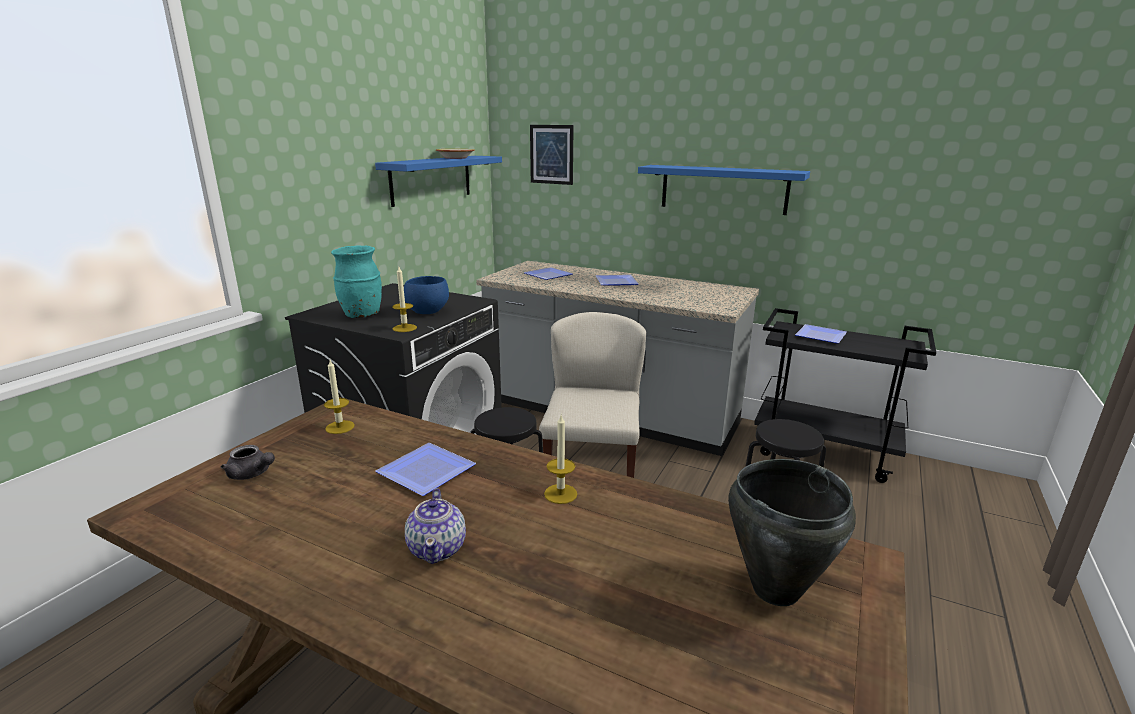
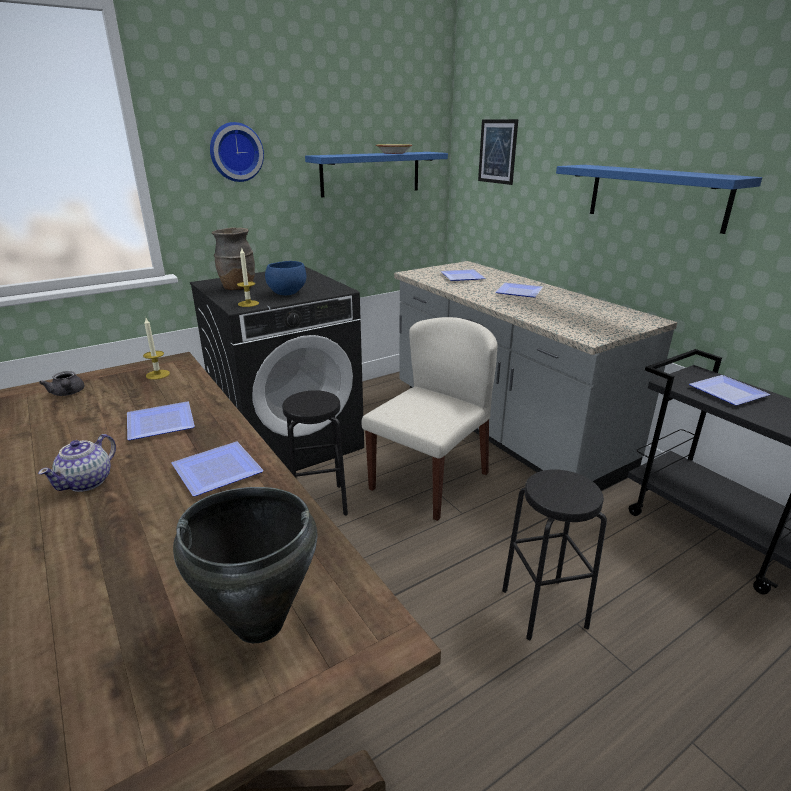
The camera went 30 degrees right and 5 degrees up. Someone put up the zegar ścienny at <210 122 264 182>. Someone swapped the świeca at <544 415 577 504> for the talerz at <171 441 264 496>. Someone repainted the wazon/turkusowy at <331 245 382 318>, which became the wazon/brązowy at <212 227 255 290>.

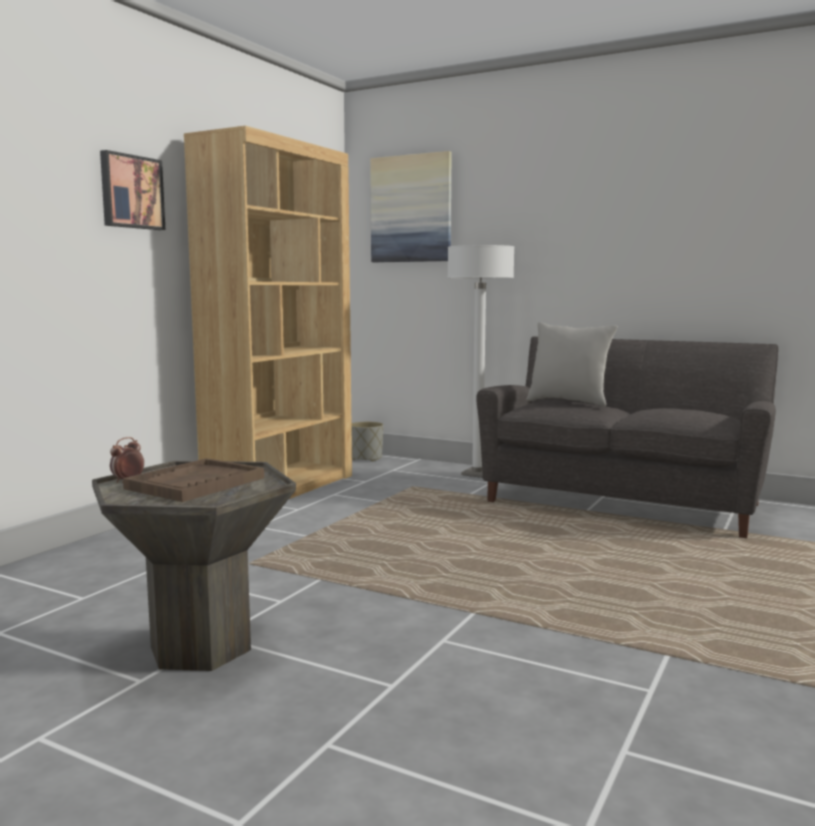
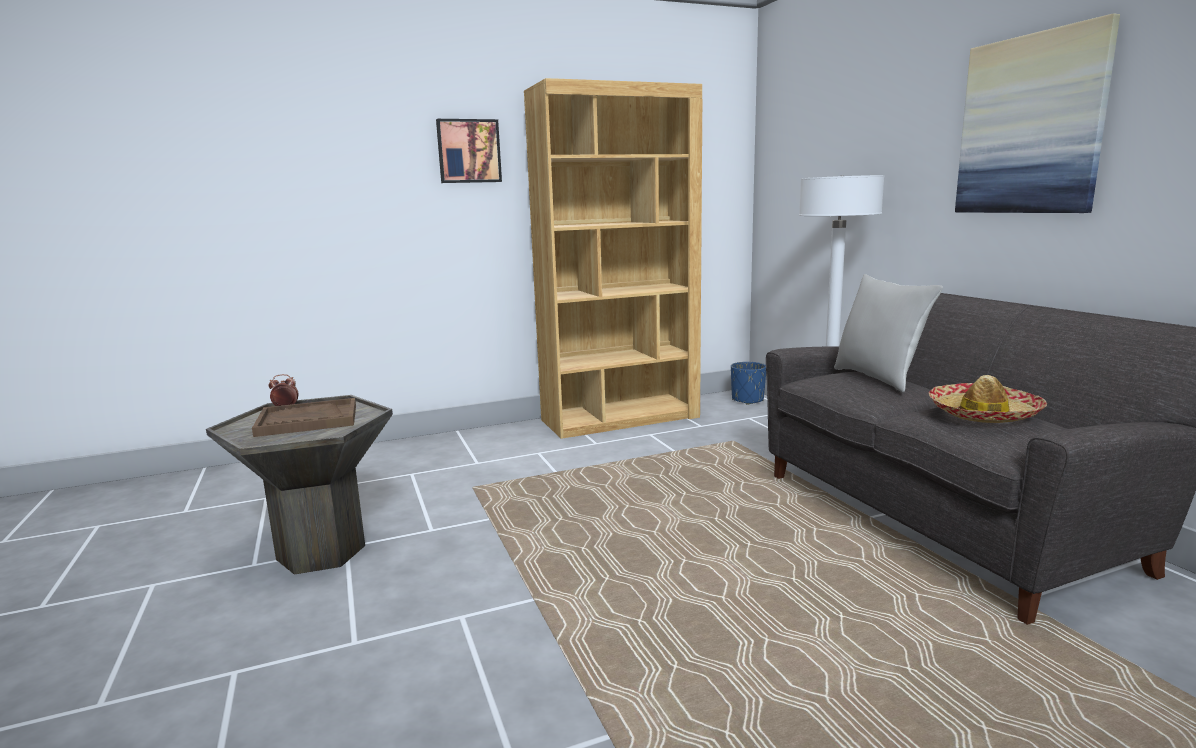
The camera went 40 degrees right and 5 degrees up. Someone put down the kapelusz at <929 375 1047 423>. Someone carried the obraz from <370 151 451 262> to <955 13 1120 213>. Someone repainted the donica/szary at <351 422 384 461>, which became the donica/niebieski at <731 362 766 405>.

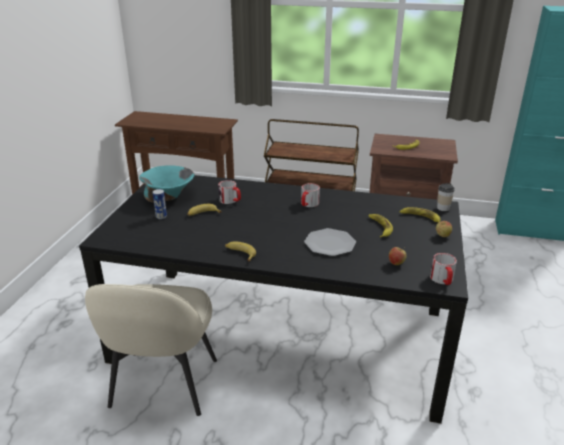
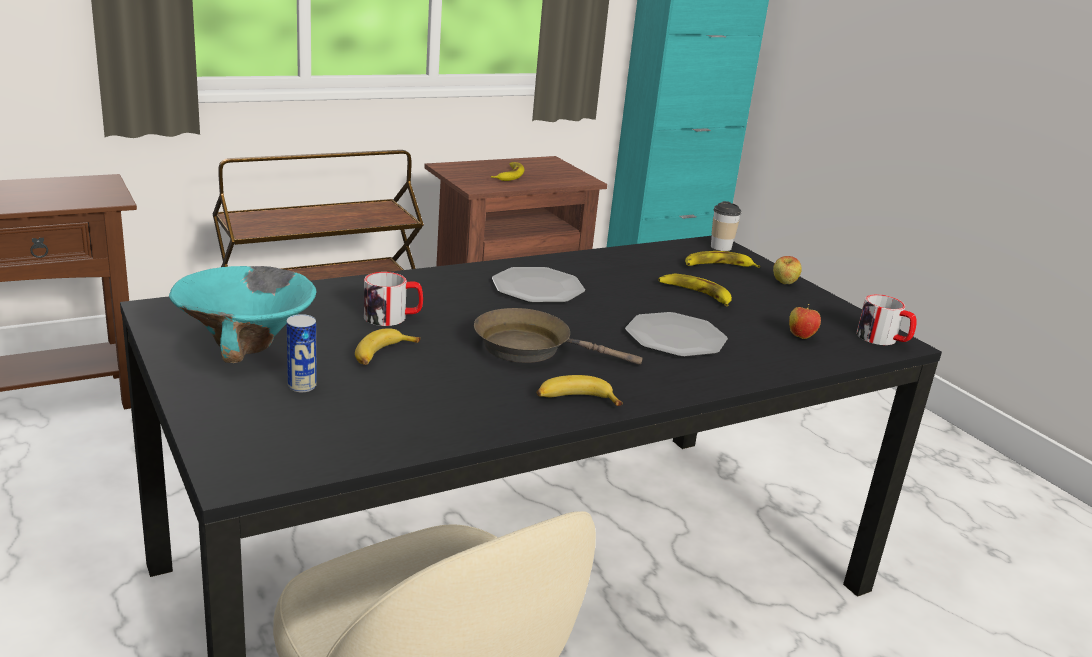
The camera went 45 degrees left and 5 degrees down. Someone put down the patelnia/brązowy at <474 308 643 365>. Someone swapped the kubek at <301 183 320 207> for the talerz at <492 267 585 303>.

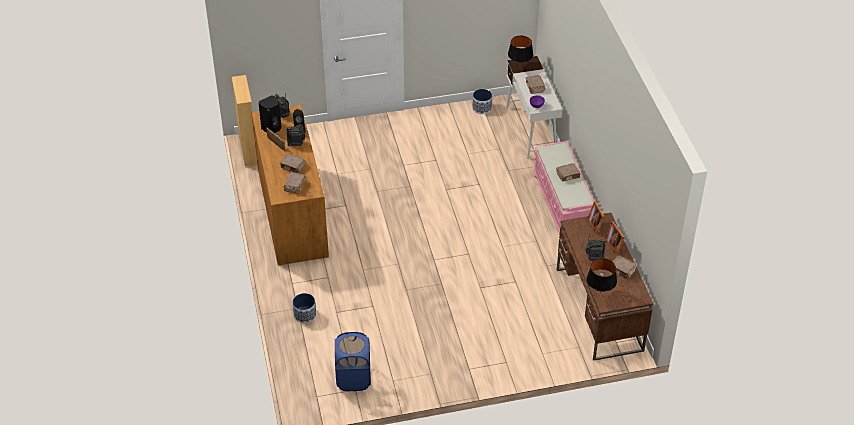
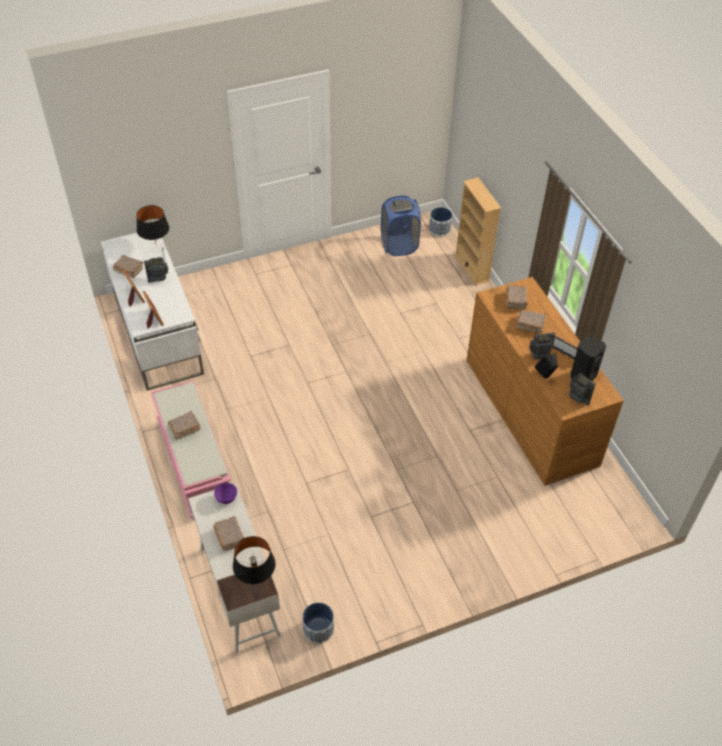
The camera went 170 degrees right and 5 degrees up. Someone carried the regał/beżowy from <232 75 258 168> to <454 178 501 285>. Someone carried the donica from <293 293 316 323> to <429 207 452 237>. Someone repainted the biurko/brązowy at <557 213 653 361>, which became the biurko/biały at <101 233 204 391>.

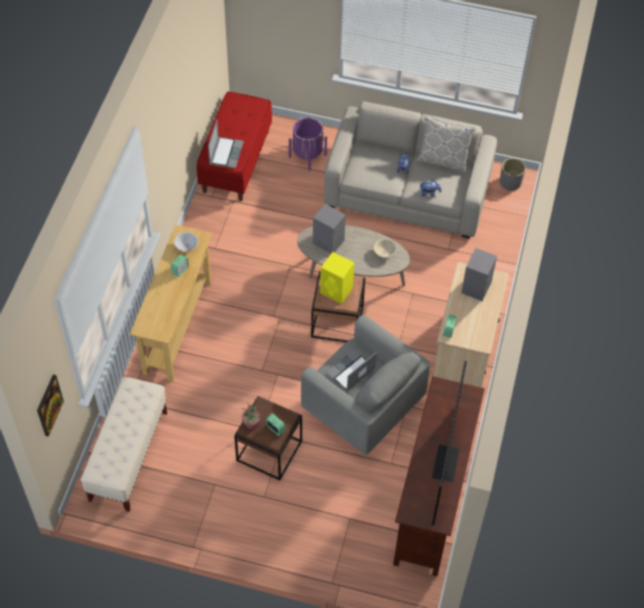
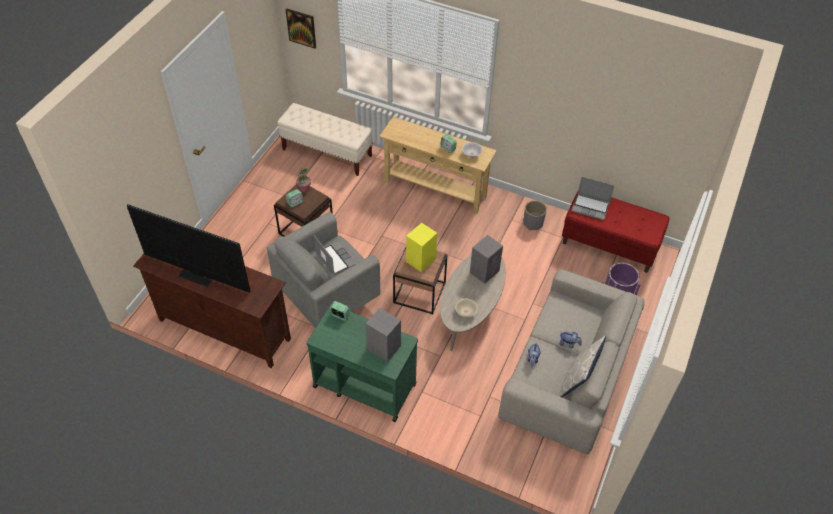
The camera went 100 degrees right and 5 degrees down. Someone carried the donica/szary from <500 158 526 191> to <523 200 547 230>. Someone repainted the wózek/beżowy at <433 262 509 388>, which became the wózek/zielony at <306 304 418 422>.

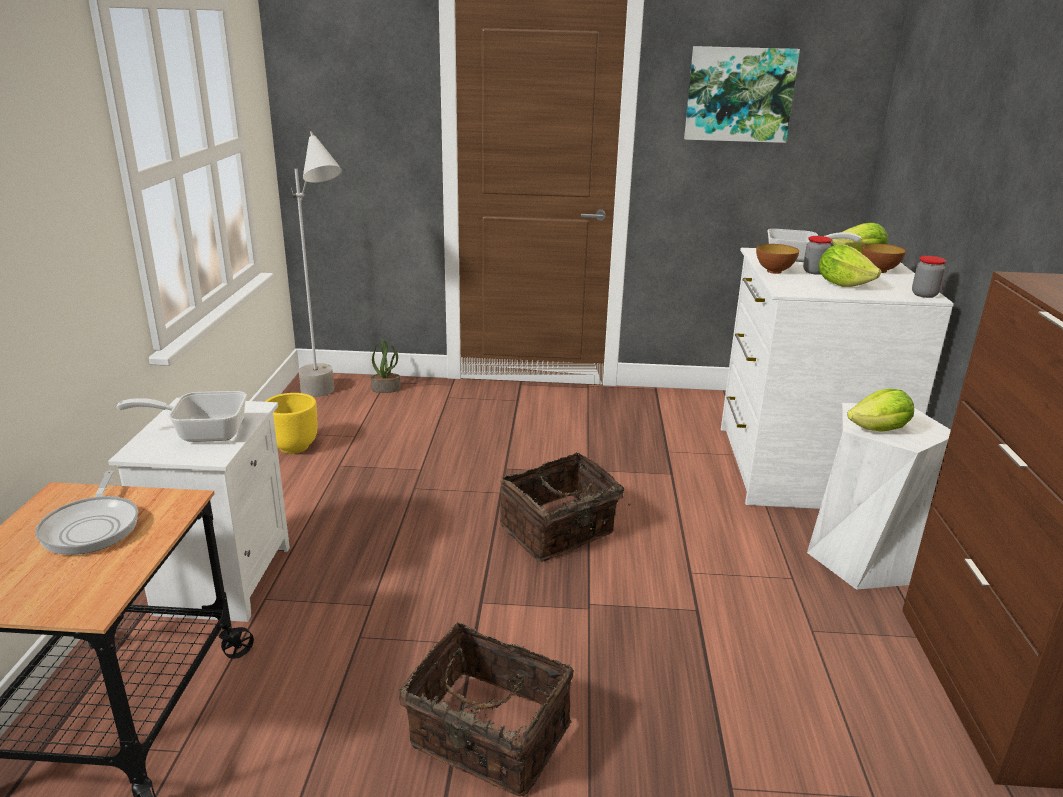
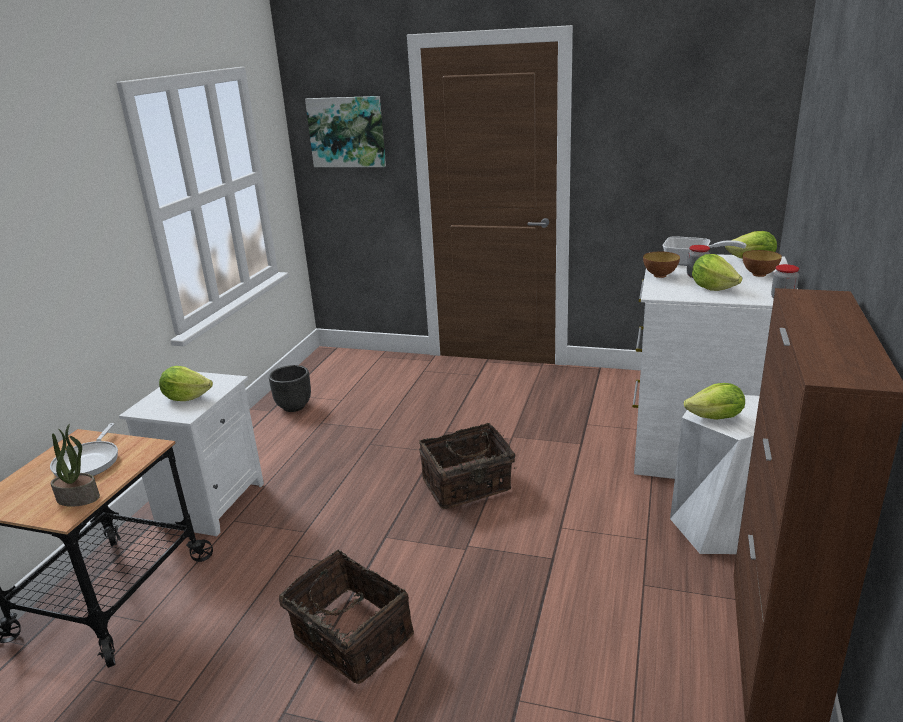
The camera went 15 degrees right and 0 degrees up. Someone took away the lampa stojąca/szary at <291 131 342 397>. Someone carried the roślina doniczkowa from <371 339 401 393> to <51 424 100 507>. Someone carried the obraz from <684 46 800 143> to <305 96 386 167>. Someone swapped the patelnia at <117 391 247 442> for the sałata at <159 366 213 401>. Someone repainted the donica/żółty at <265 393 317 454>, which became the donica/czarny at <269 365 311 412>.

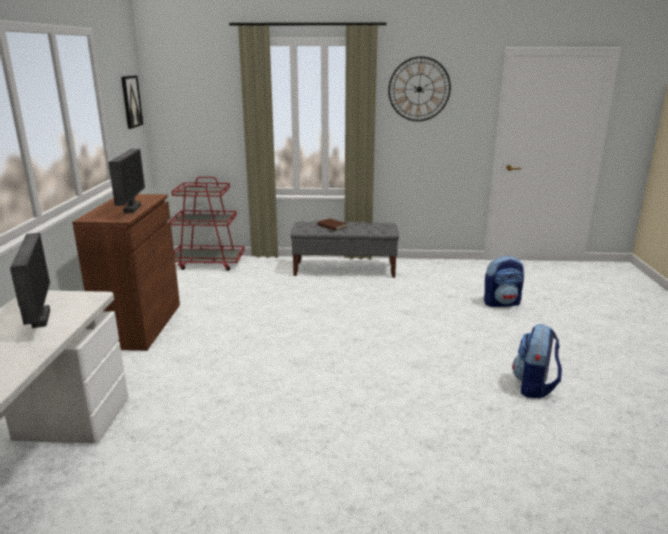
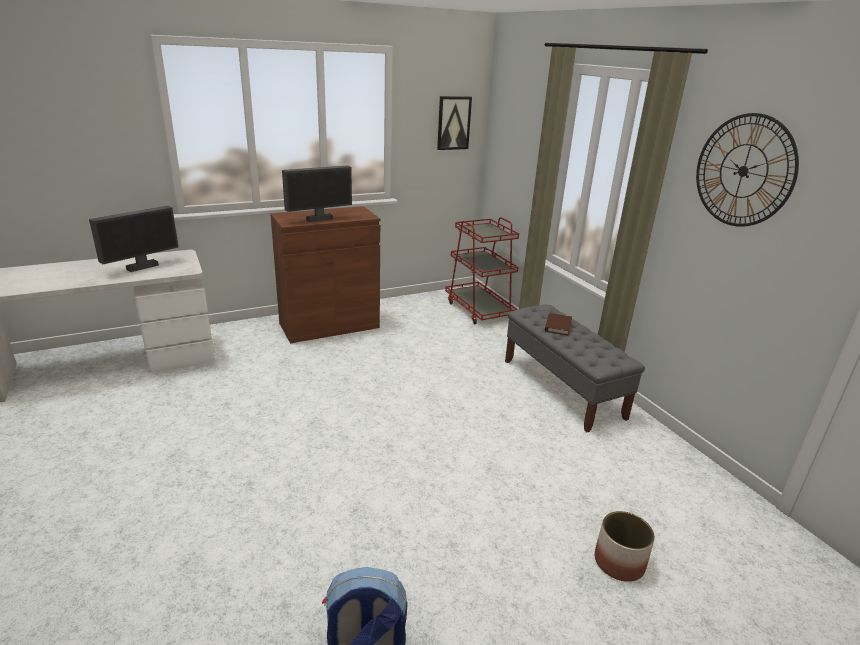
The camera went 60 degrees right and 5 degrees up. Someone swapped the plecak at <484 256 524 307> for the donica at <595 511 655 582>.

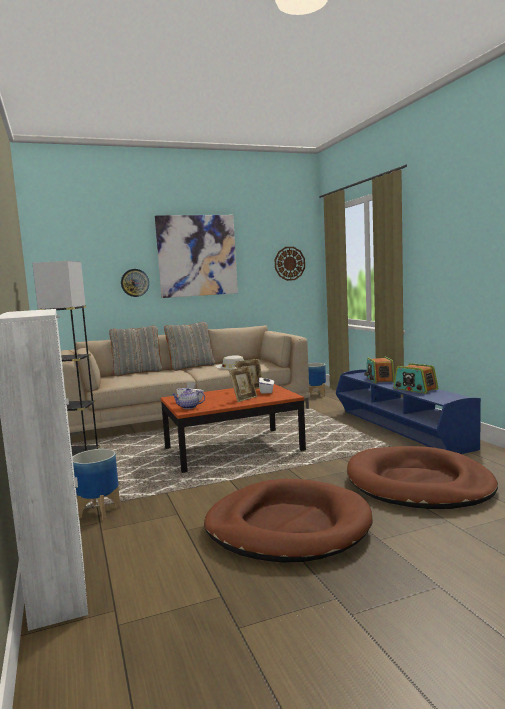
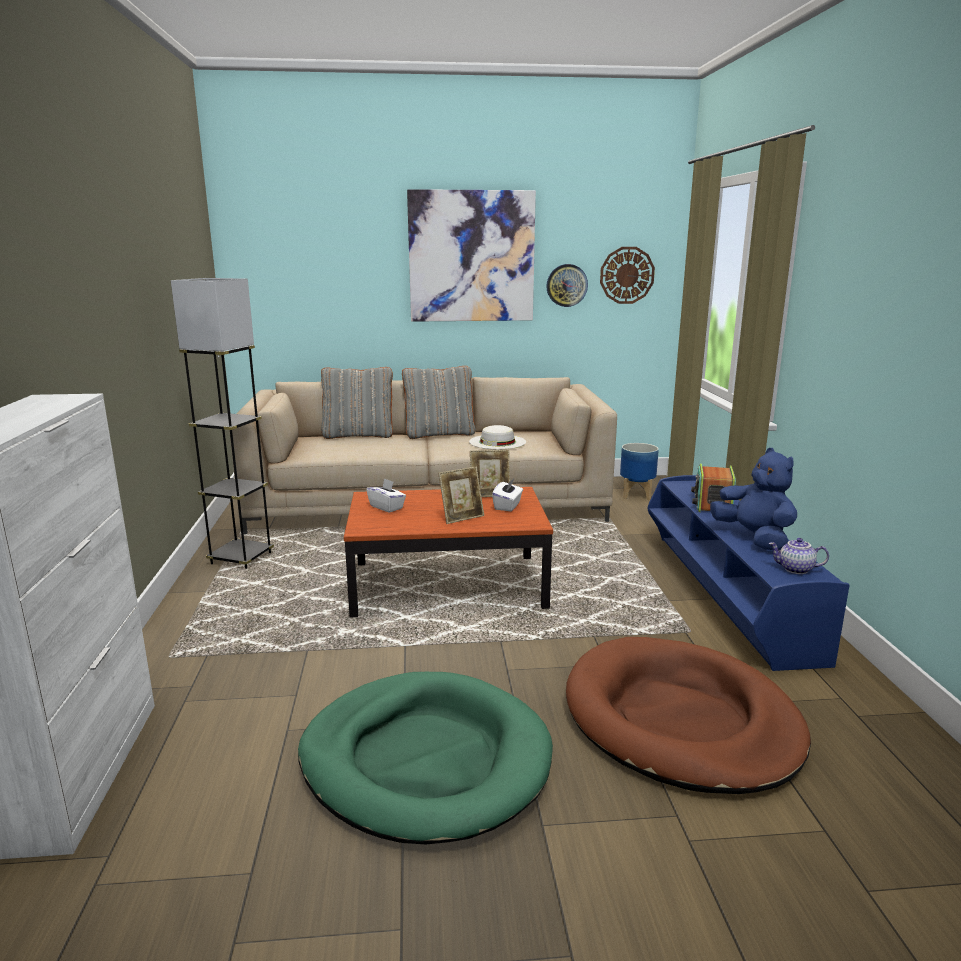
The camera went 15 degrees right and 10 degrees up. Someone took away the donica at <73 449 120 521>. Someone carried the zegar ścienny from <121 269 149 297> to <546 264 588 307>. Someone carried the imbryk from <172 388 205 409> to <768 538 829 574>. Someone swapped the radio at <393 363 438 393> for the pluszak/niebieski at <710 448 797 550>. Someone repainted the legowisko/brązowy at <204 479 373 562>, which became the legowisko/zielony at <298 672 553 844>.

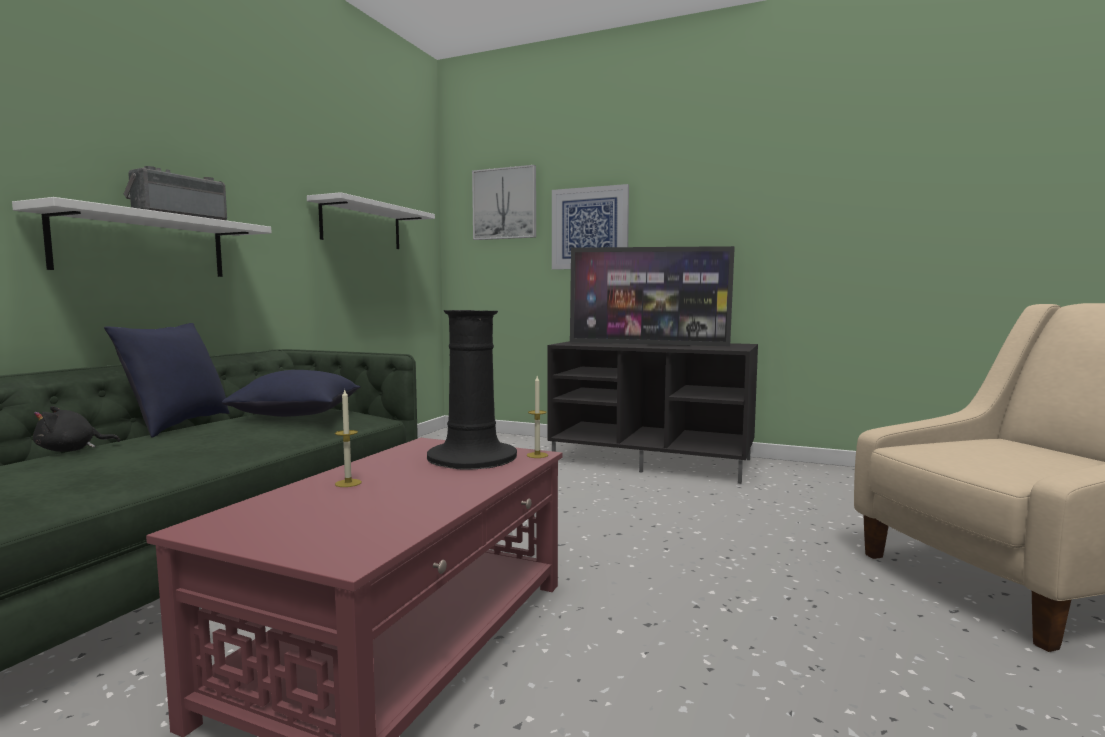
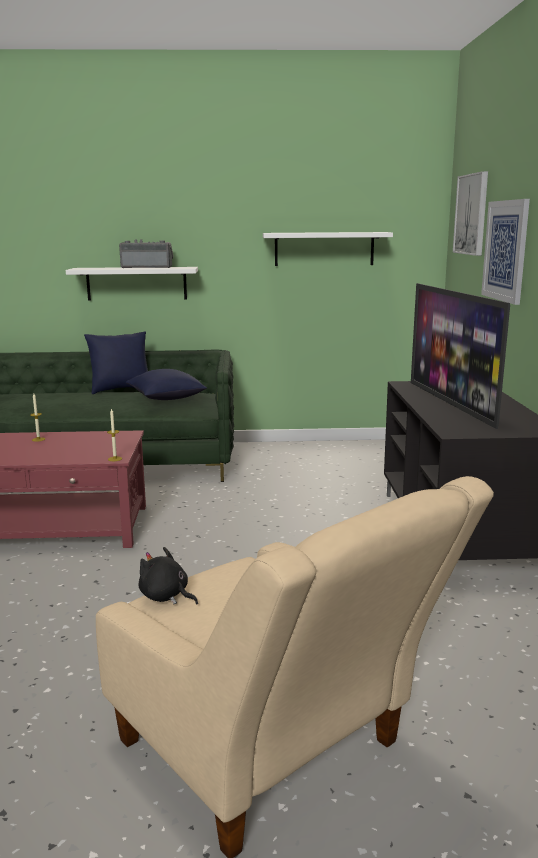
The camera went 65 degrees right and 10 degrees up. Someone took away the wazon/czarny at <427 310 517 470>. Someone carried the pluszak/czarny from <33 406 120 452> to <139 547 198 605>.

